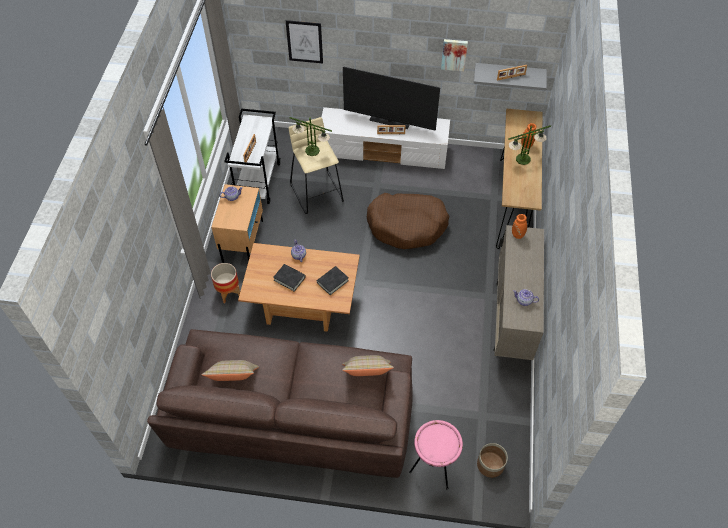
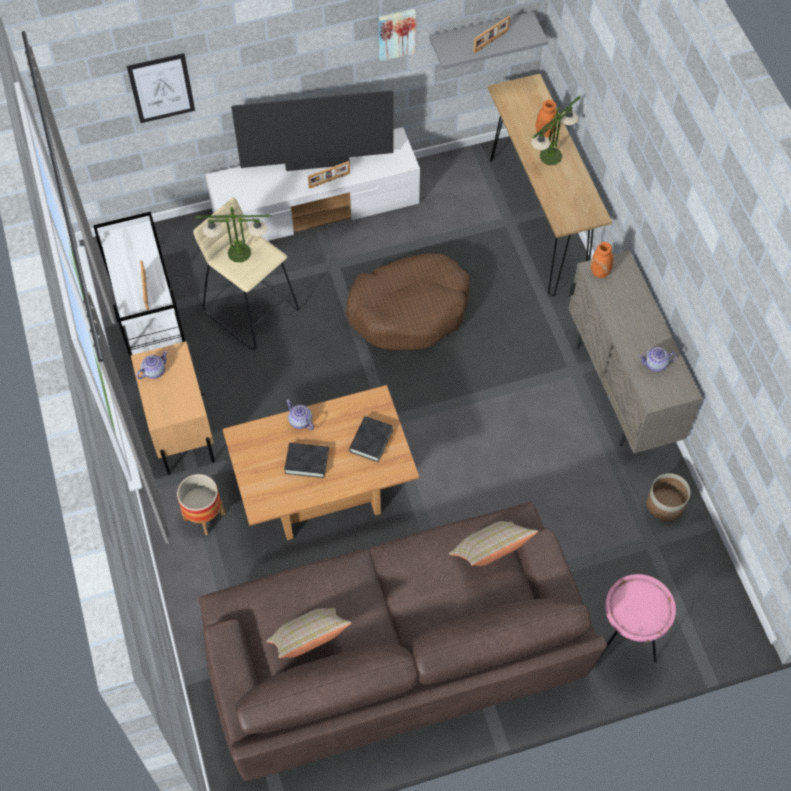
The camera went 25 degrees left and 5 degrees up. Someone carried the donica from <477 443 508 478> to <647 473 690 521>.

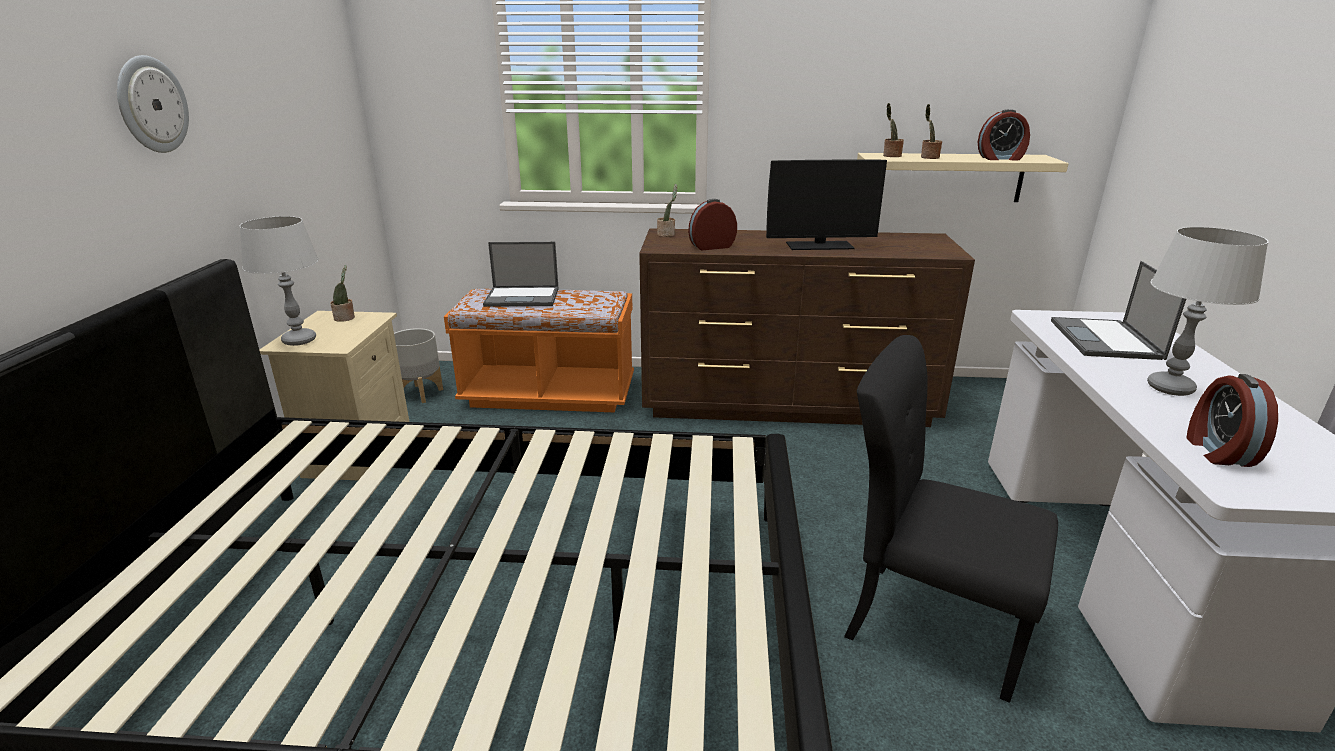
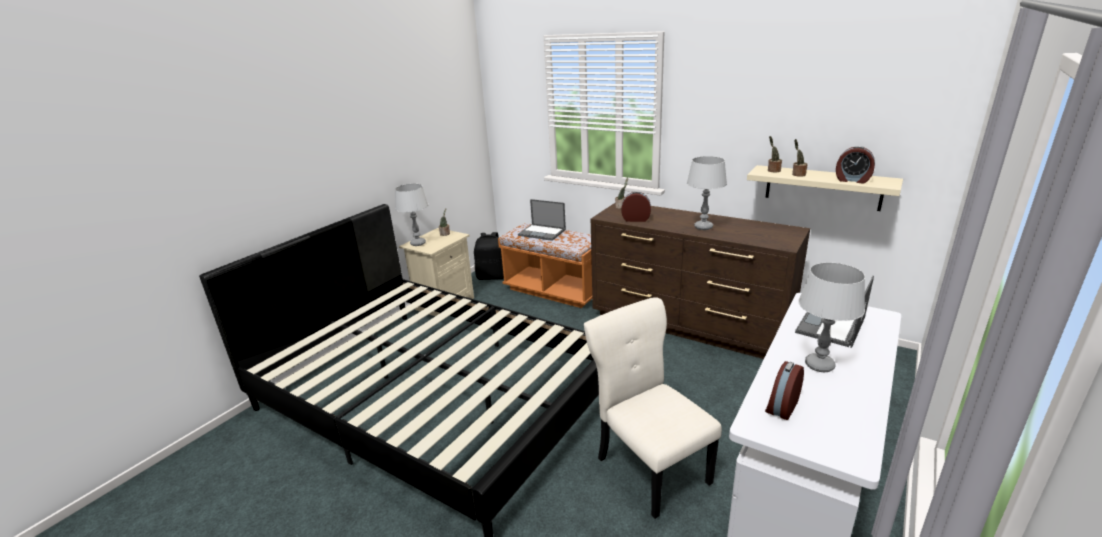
The camera went 30 degrees right and 0 degrees up. Someone took away the zegar ścienny at <117 55 189 153>. Someone swapped the donica/szary at <394 328 443 403> for the plecak/czarny at <474 232 504 280>. Someone swapped the monitor at <766 160 887 250> for the lampa stołowa/szary at <687 156 727 230>. Someone repainted the krzesło/czarny at <844 335 1058 703>, which became the krzesło/beżowy at <584 297 722 519>.

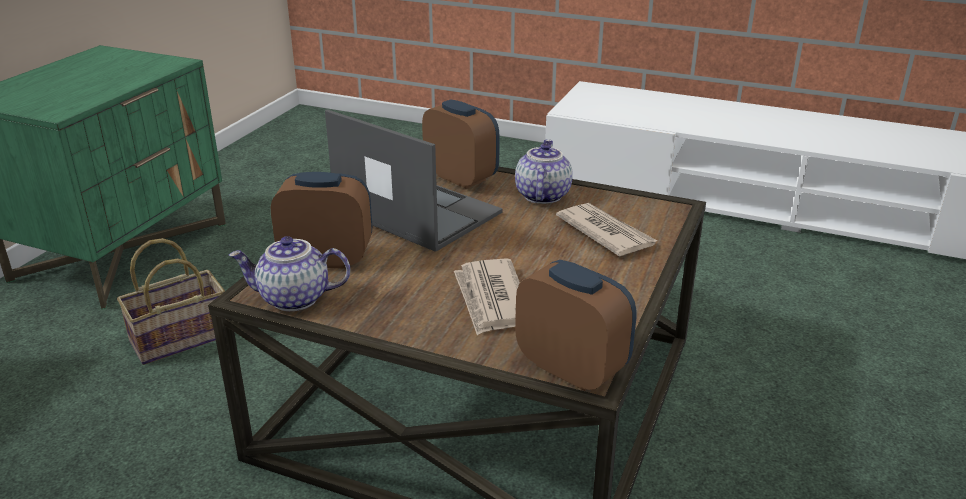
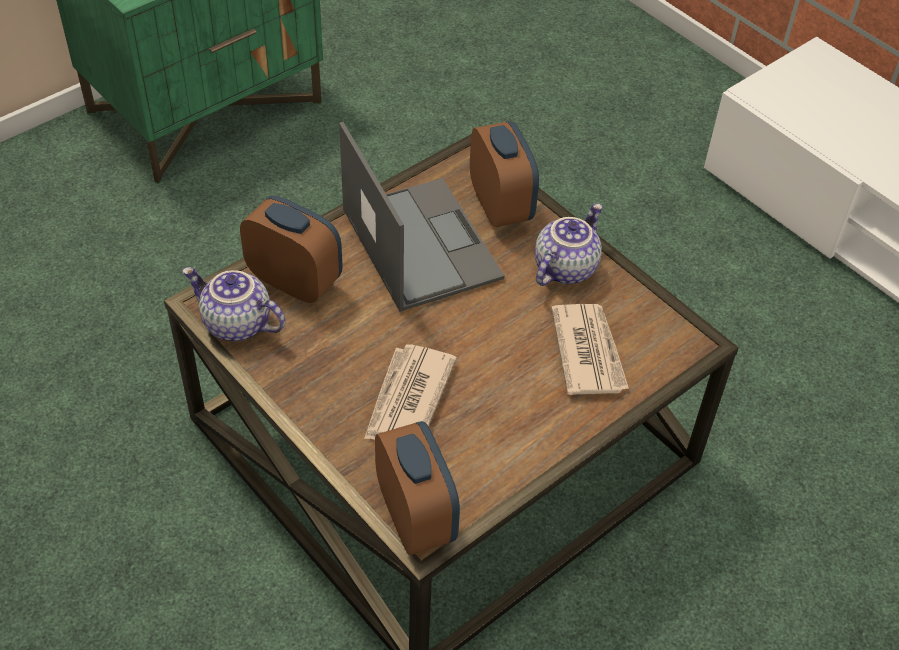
The camera went 25 degrees right and 20 degrees up. Someone took away the koszyk at <117 238 225 365>.

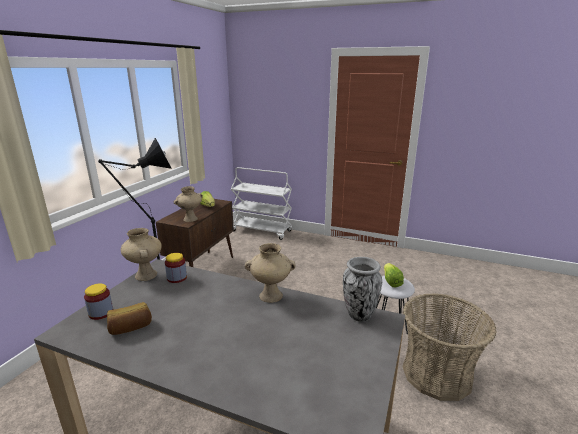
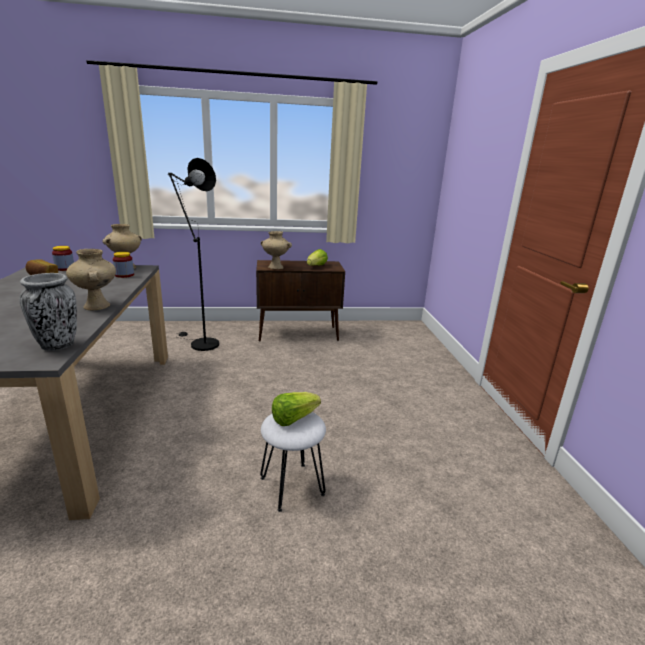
The camera went 60 degrees right and 0 degrees up. Someone took away the wózek/biały at <231 167 292 240>. Someone took away the koszyk at <403 293 497 401>.

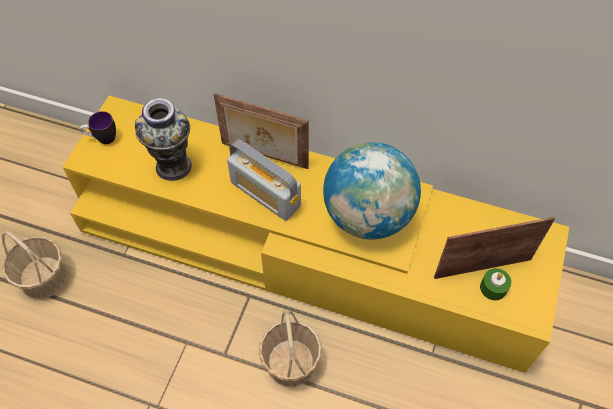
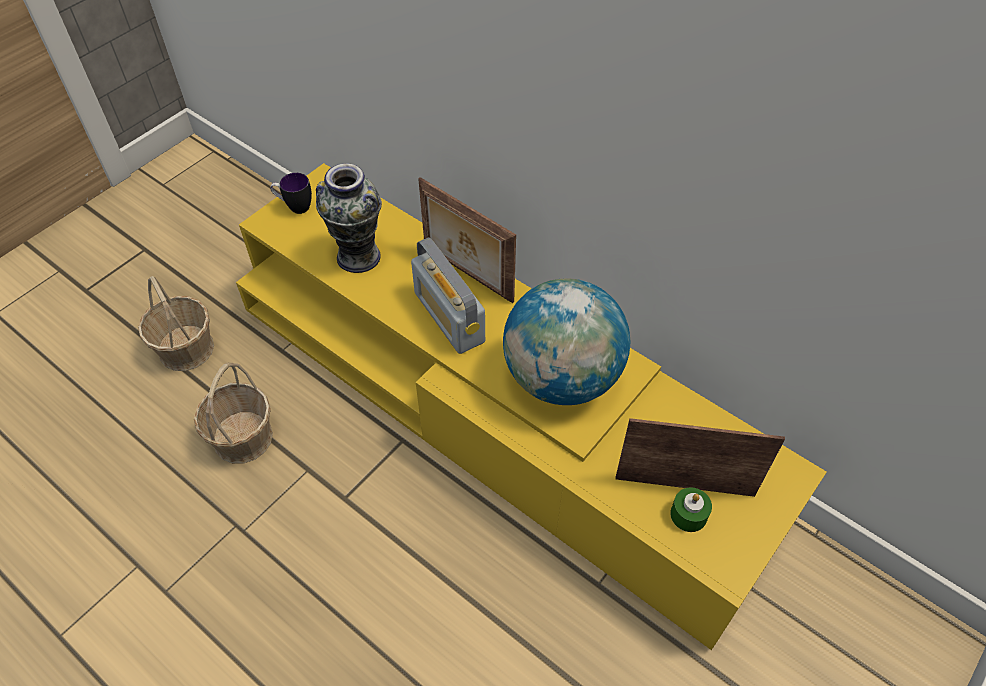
The camera went 20 degrees right and 5 degrees down. Someone carried the koszyk from <259 310 322 387> to <194 363 273 464>.

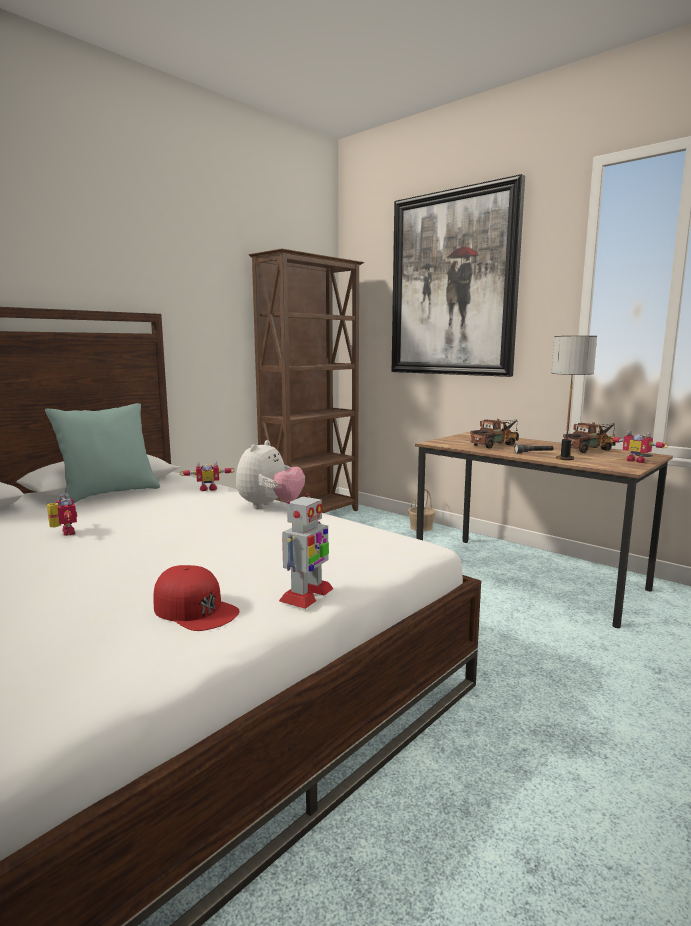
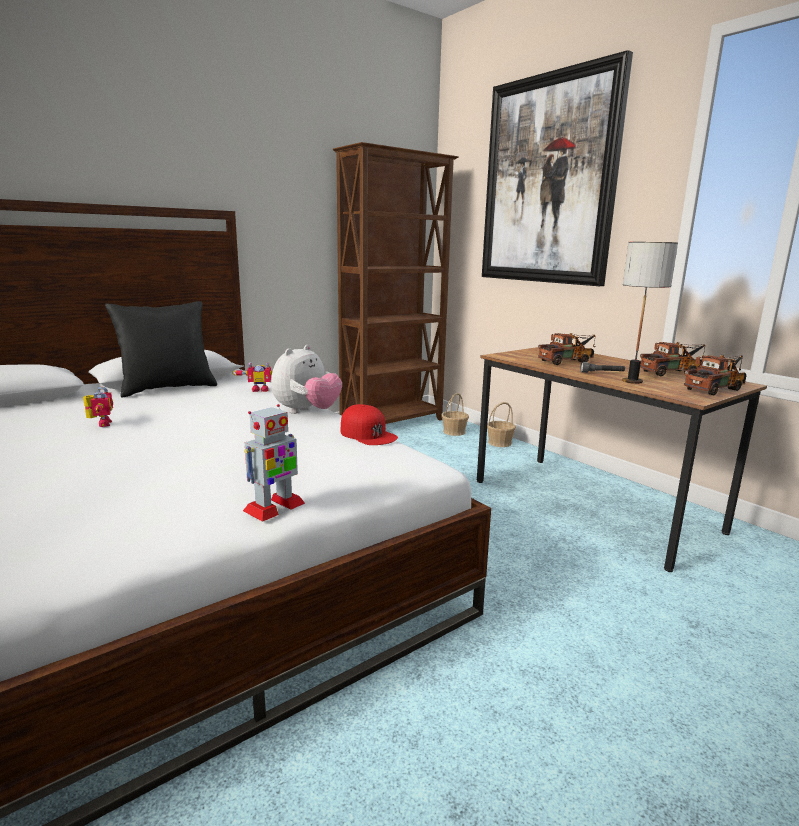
The camera went 10 degrees right and 5 degrees up. Someone put down the koszyk at <441 393 469 436>. Someone carried the czapka z daszkiem/czerwony from <153 565 239 631> to <341 404 398 445>. Someone swapped the robot zabawkowy at <609 430 668 463> for the ciężarówka zabawkowa at <684 355 746 395>. Someone repainted the poduszka/turkusowy at <45 403 160 503>, which became the poduszka/czarny at <105 301 217 397>.

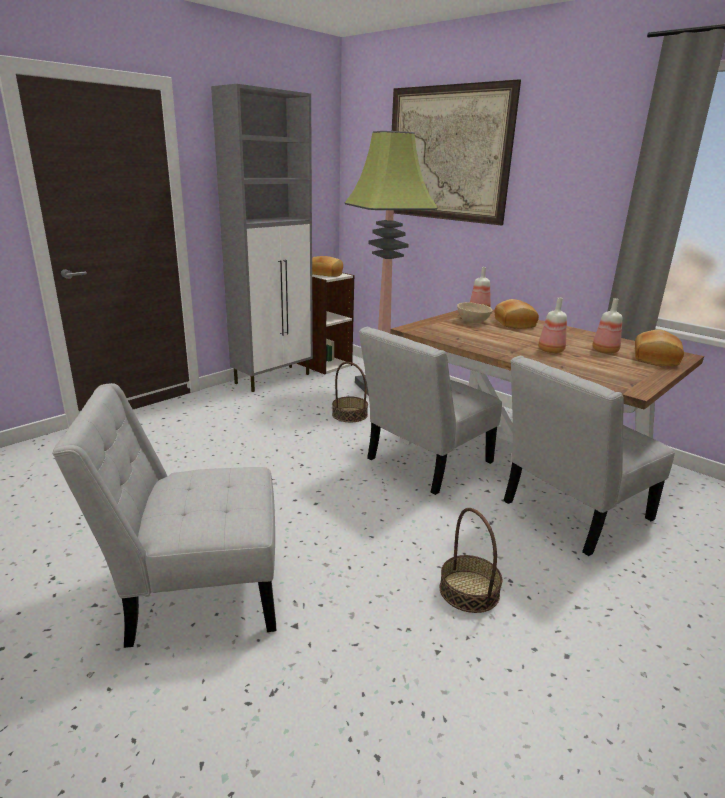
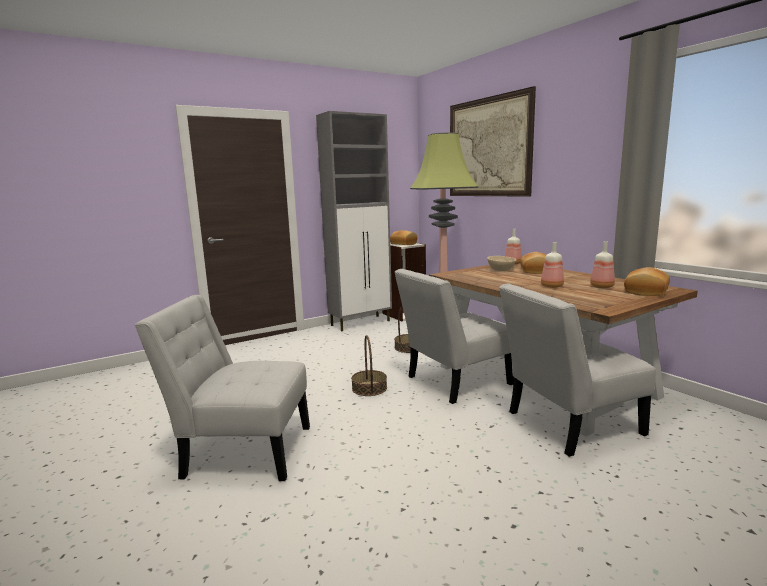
The camera went 15 degrees right and 10 degrees down. Someone carried the koszyk from <440 508 502 613> to <351 335 387 396>.

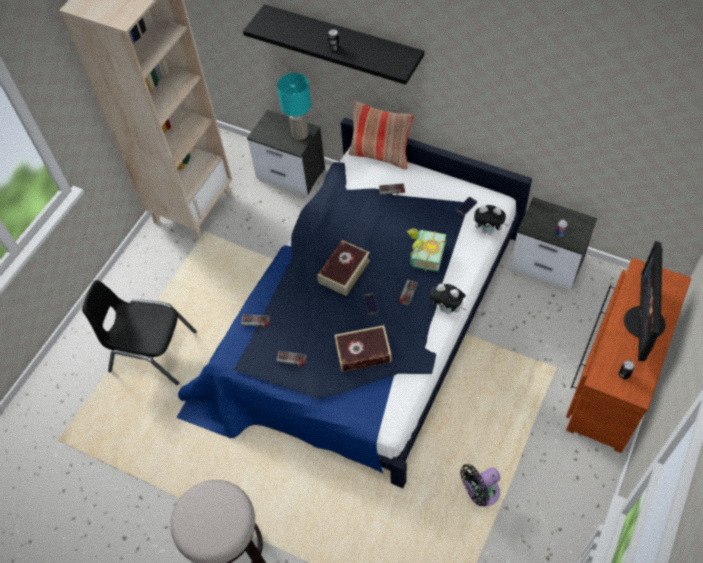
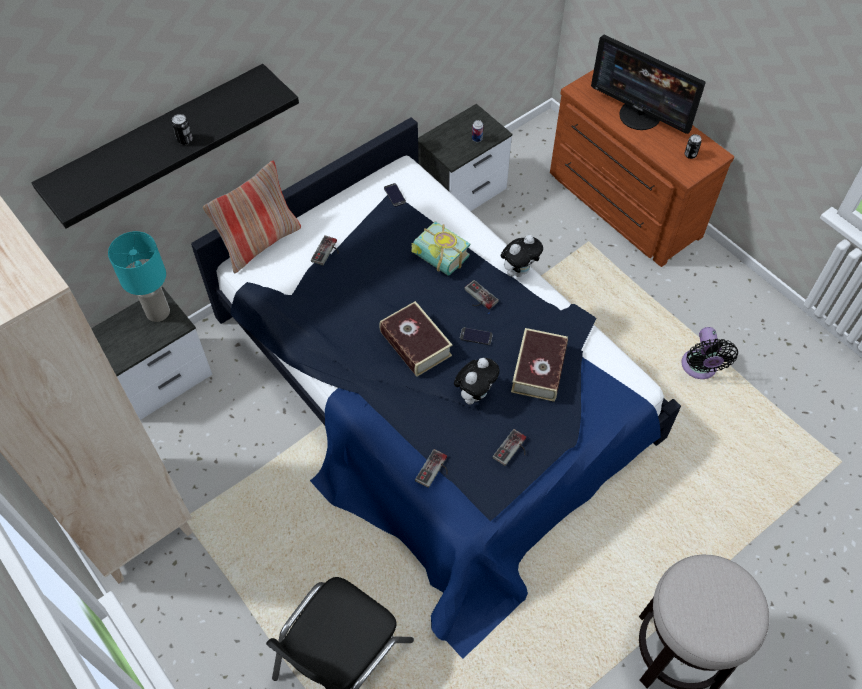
The camera went 70 degrees left and 0 degrees up. Someone carried the pluszak from <474 205 509 235> to <454 358 500 405>.

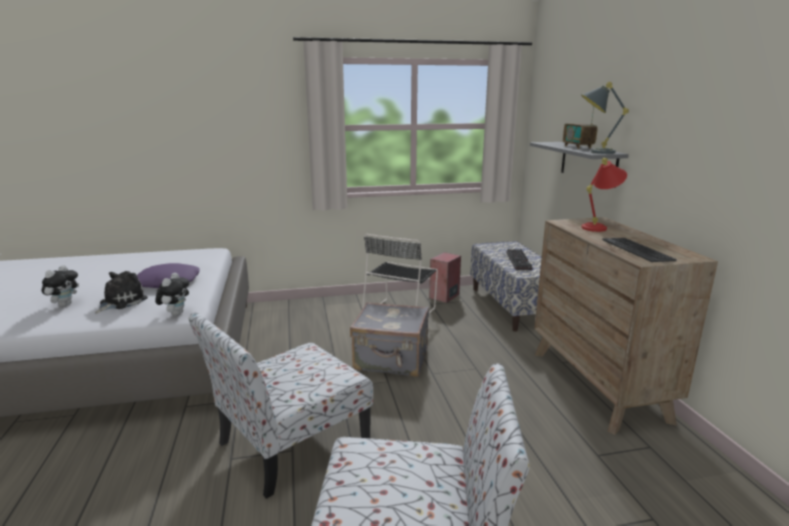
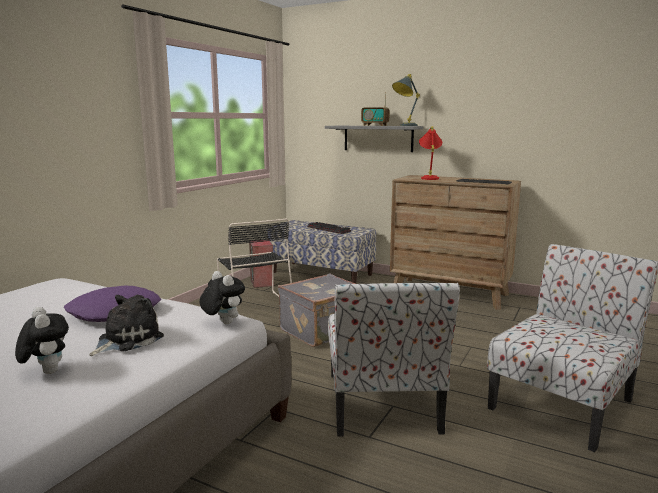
The camera went 50 degrees left and 5 degrees down. Someone rotated the pluszak at <95 271 148 314> by 60 degrees clockwise.

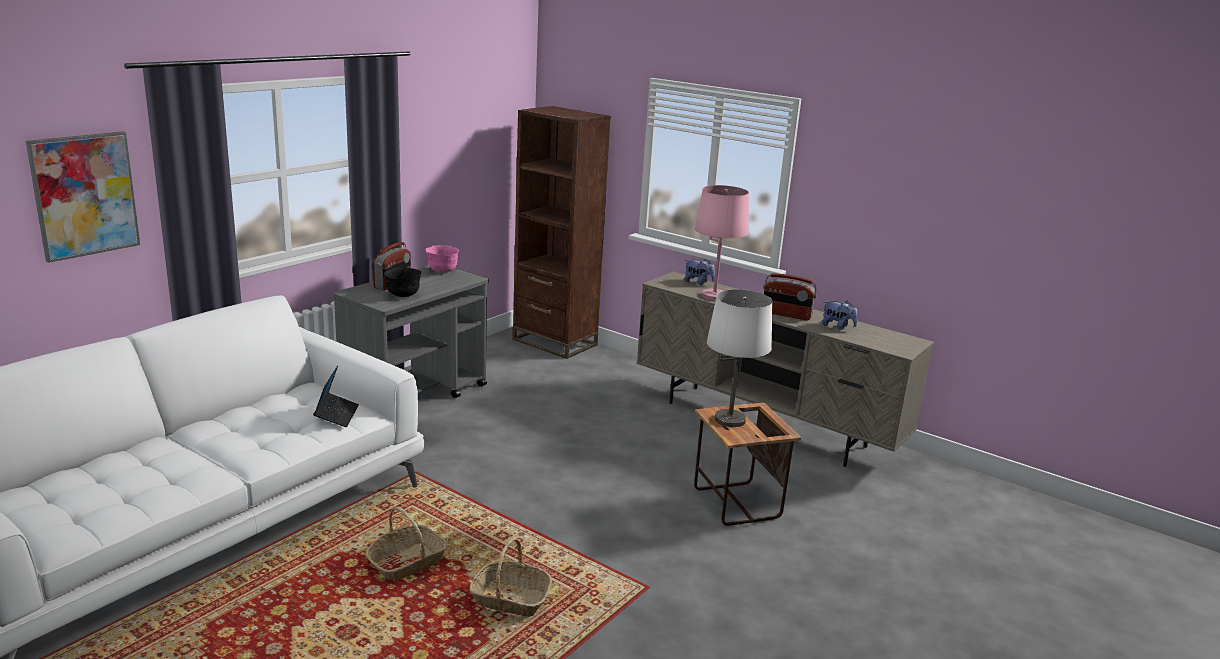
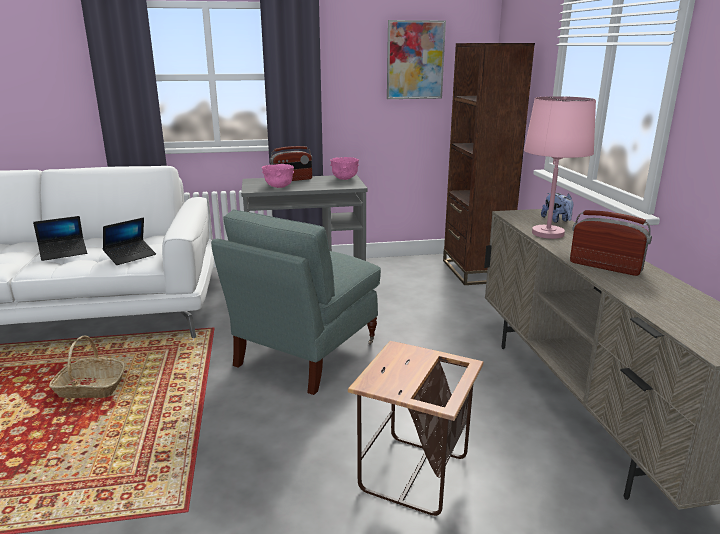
The camera went 45 degrees right and 0 degrees up. Someone took away the koszyk at <469 538 552 617>. Someone took away the lampa stołowa/biały at <707 289 773 427>. Someone took away the pluszak at <822 301 857 330>. Someone put down the laptop at <33 216 87 261>. Someone put down the fotel/szary at <211 210 381 395>. Someone carried the obraz from <26 131 140 263> to <387 20 446 99>. Someone repainted the miska/czarny at <384 267 422 297>, which became the miska/różowy at <262 164 294 188>. Someone rotated the radio at <763 273 817 320> by 150 degrees clockwise.

